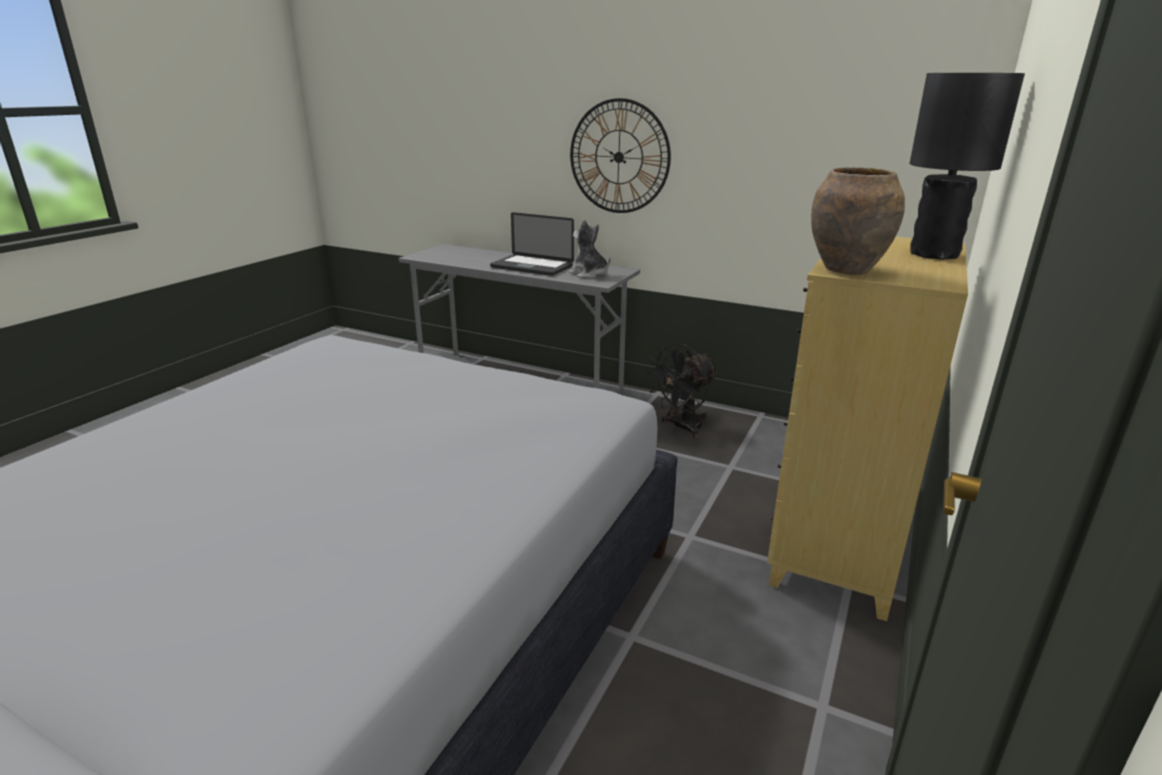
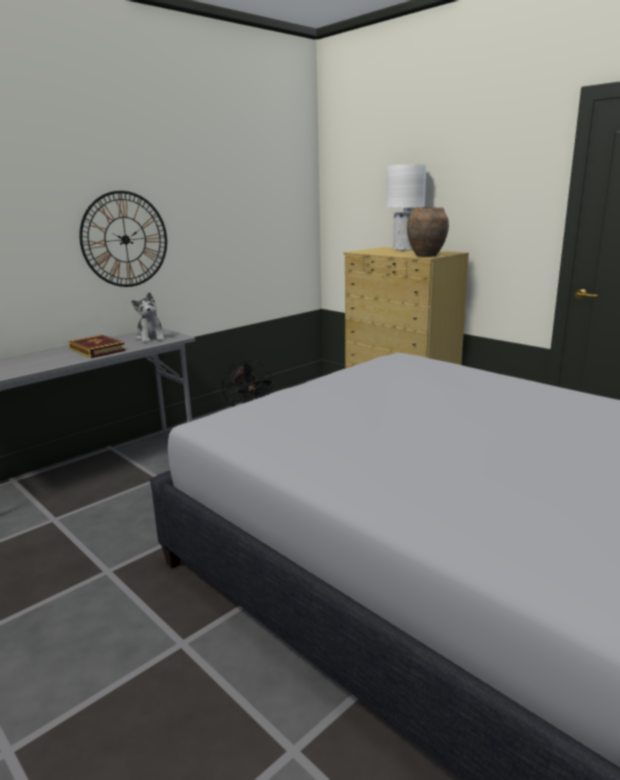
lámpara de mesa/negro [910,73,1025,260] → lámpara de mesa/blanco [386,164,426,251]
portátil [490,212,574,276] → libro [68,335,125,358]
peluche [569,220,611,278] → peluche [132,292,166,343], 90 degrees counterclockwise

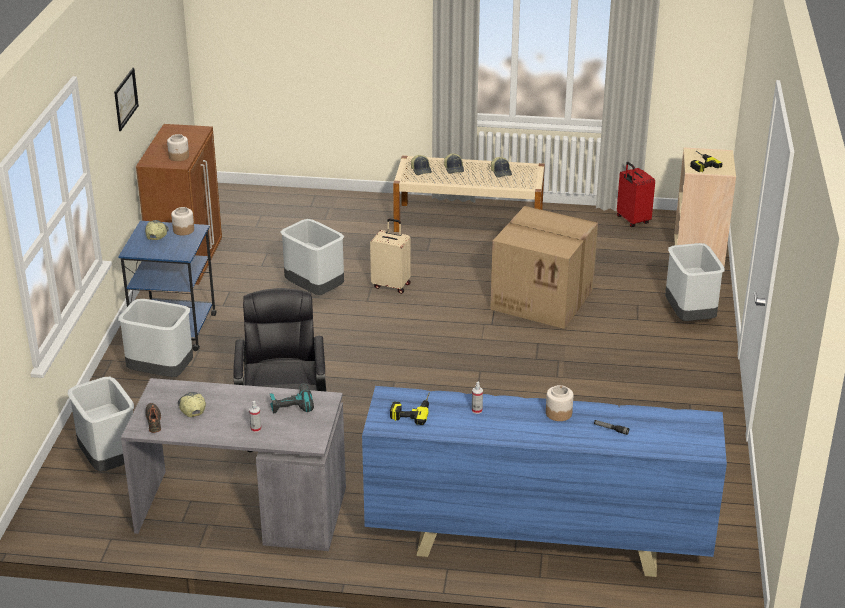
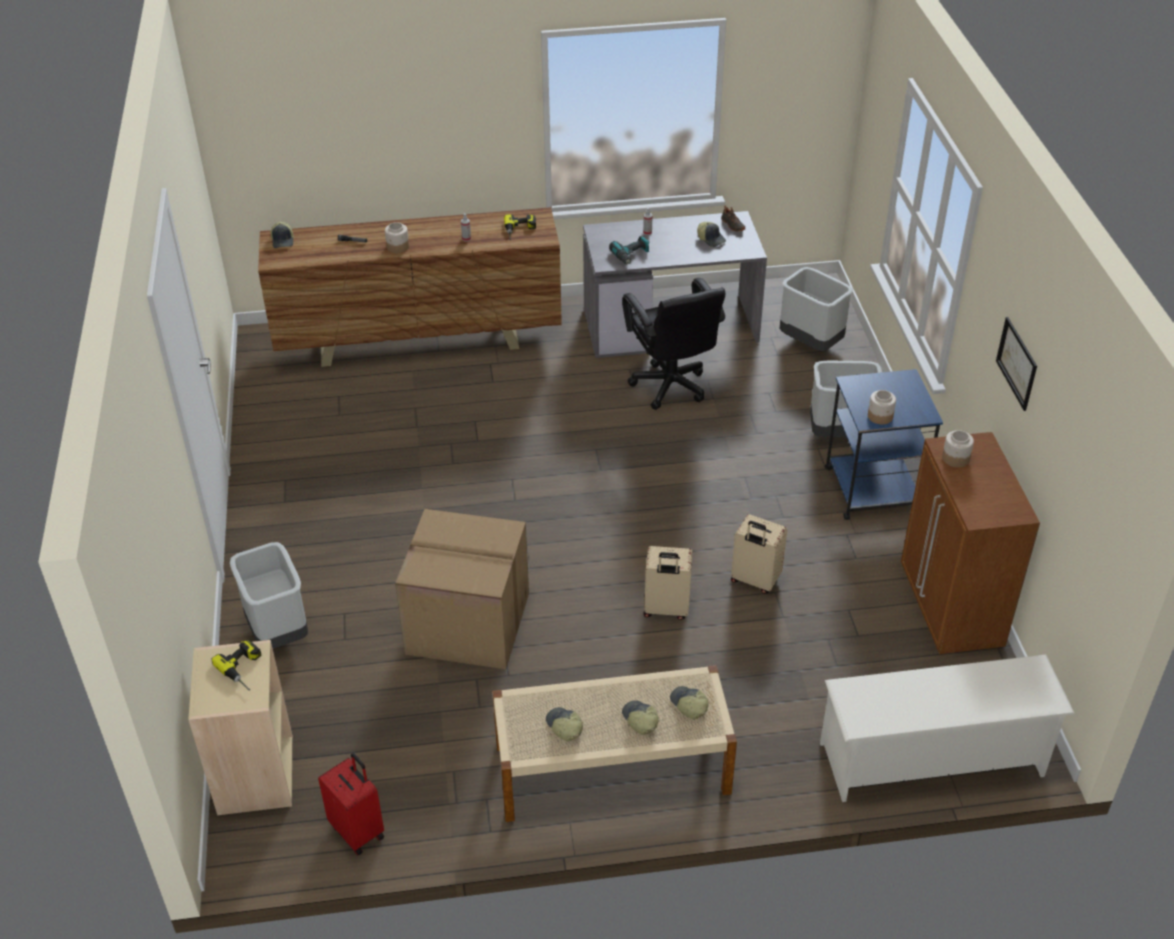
papelera/gris [281,219,344,295] → maleta/beis [731,514,787,594]
gorra [145,220,169,240] → gorra [271,222,294,248], move
armario/azul [362,386,727,577] → armario/marrón [258,207,562,367]
- → zapatero/blanco [820,654,1075,802]

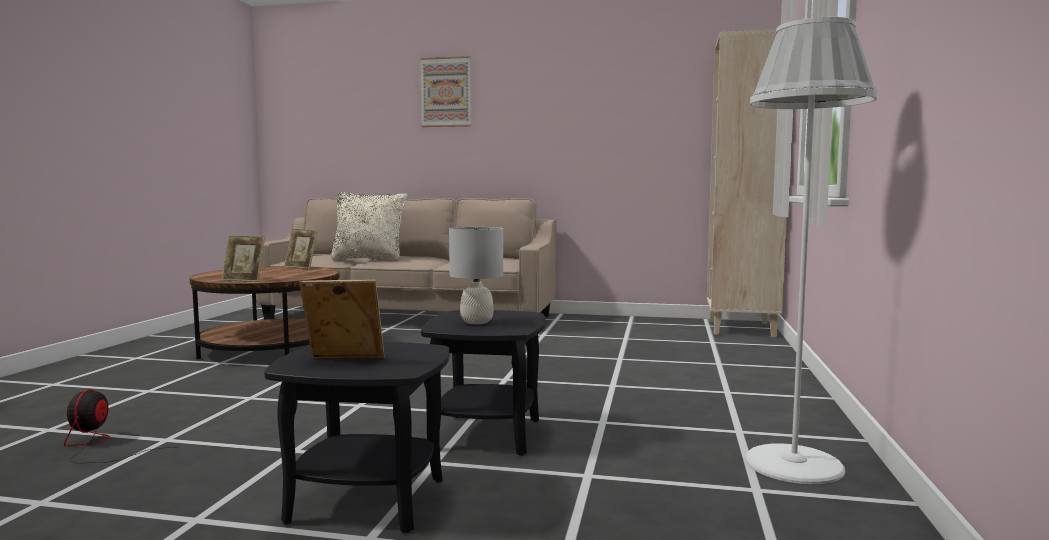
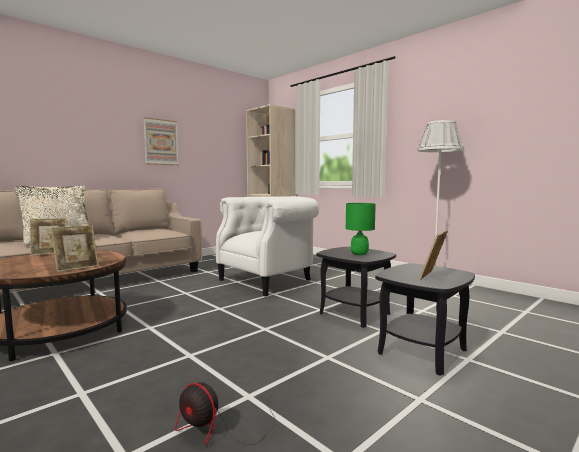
cuadro [420,56,471,127] → cuadro [143,117,179,165], move
lámpara de mesa/gris [449,227,503,324] → lámpara de mesa/verde [346,203,376,255]
- → sillón/blanco [216,196,319,297]

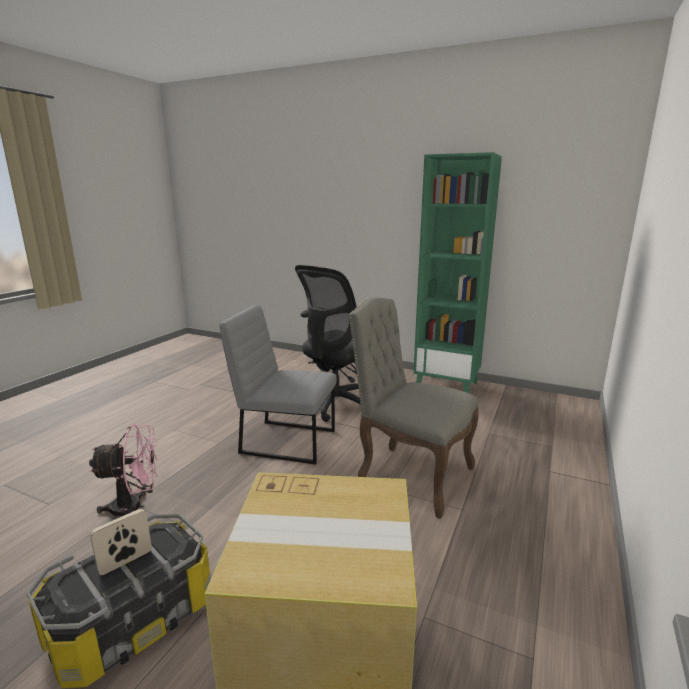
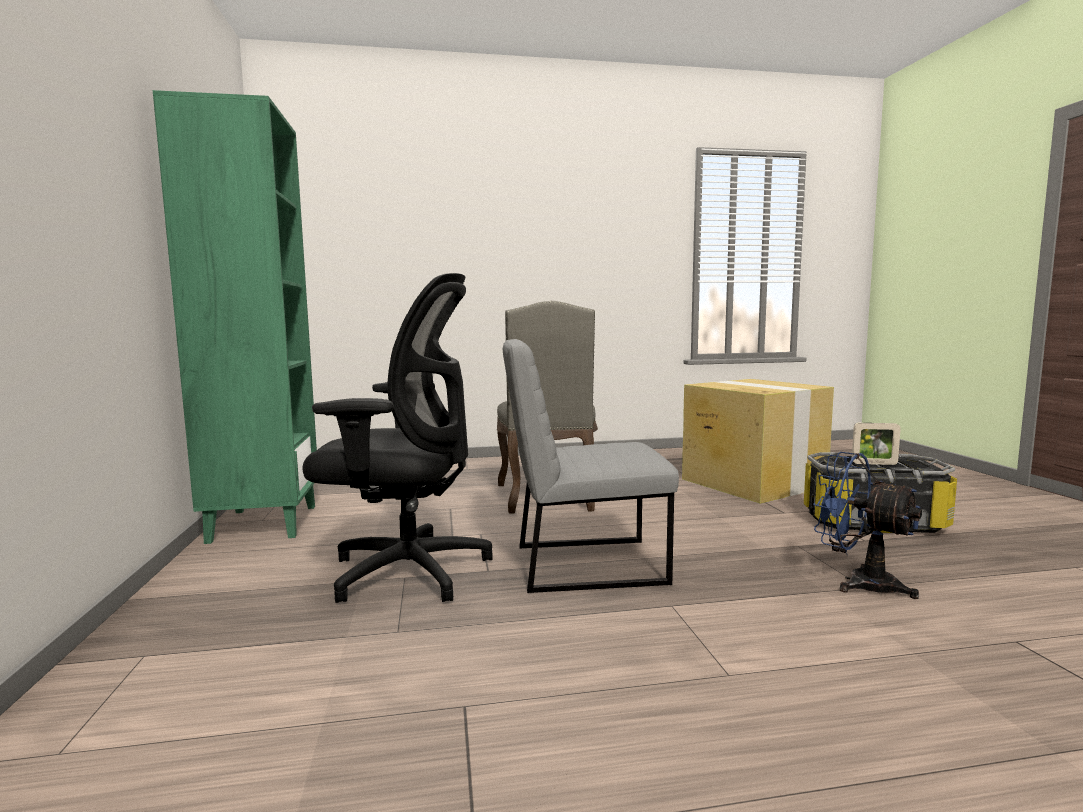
silla/gris [219,305,337,465] → silla/gris [503,339,679,593], 105 degrees clockwise
ventilador/rosa [89,424,159,516] → ventilador/azul [813,452,922,599]

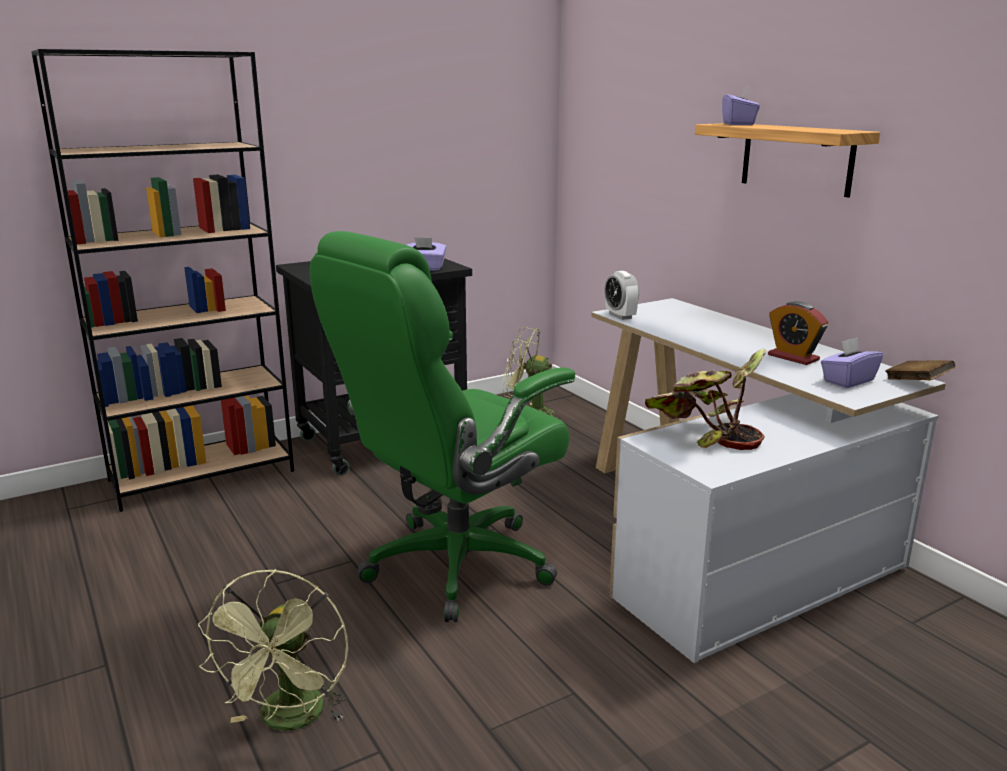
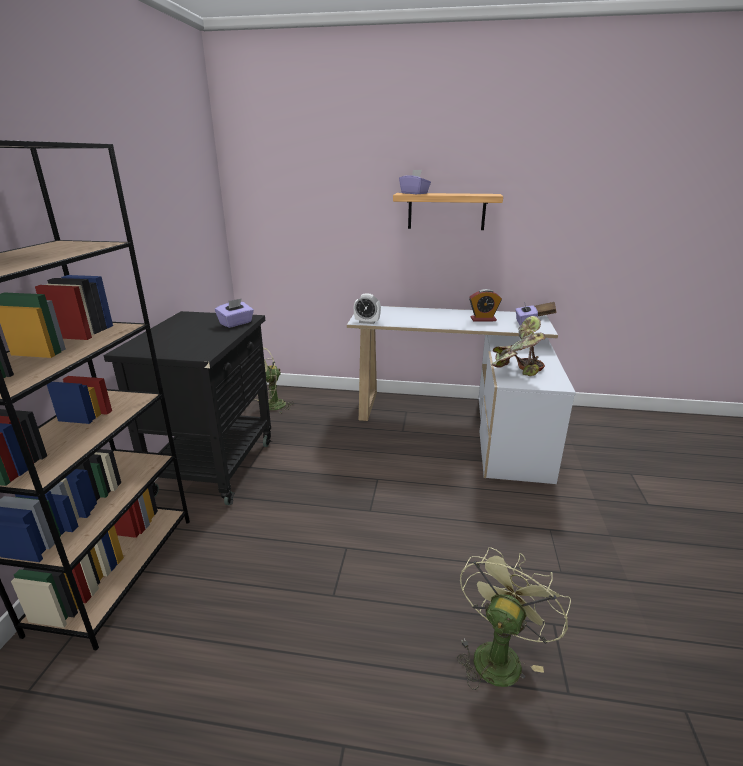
silla de oficina/verde [310,231,575,622] → -
ventilador/verde [198,569,348,731] → ventilador/verde [457,547,571,690], 105 degrees counterclockwise

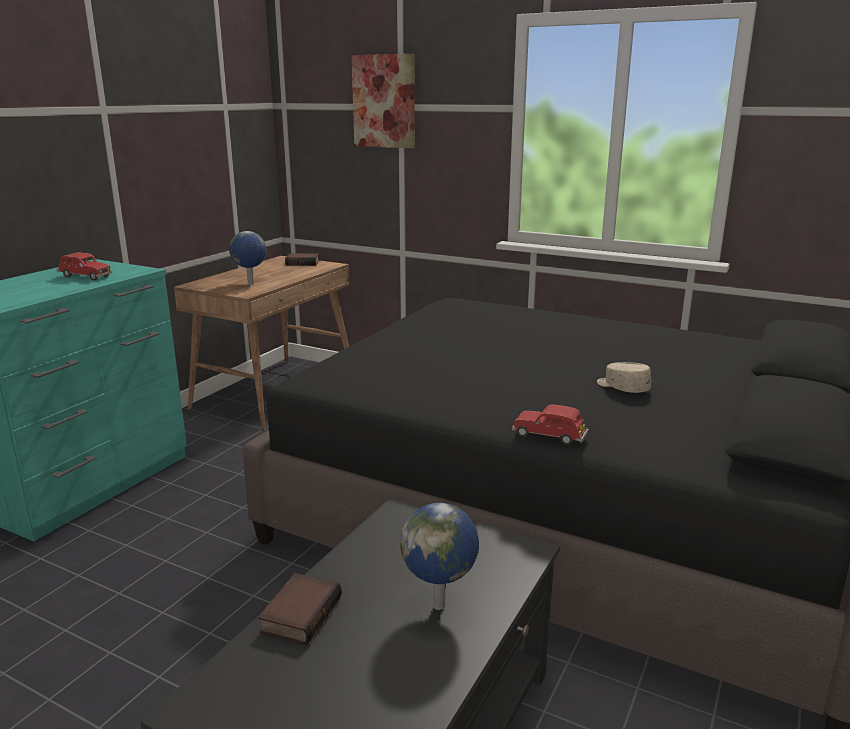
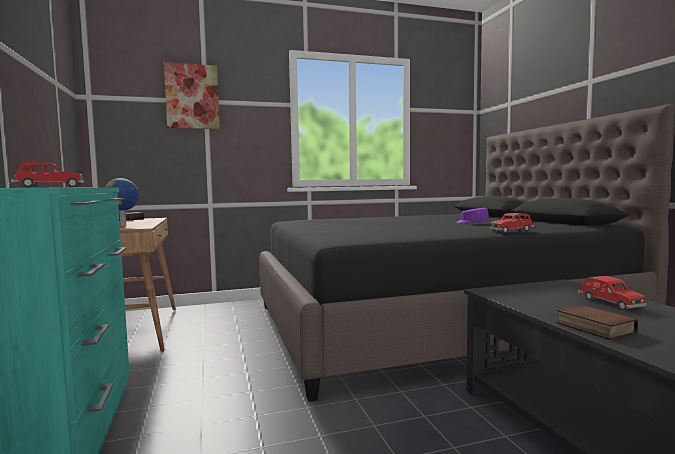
gorra/beis [597,362,651,393] → gorra/morado [455,208,489,224]
globo terráqueo [400,503,479,610] → coche de juguete/rojo [578,276,647,310]

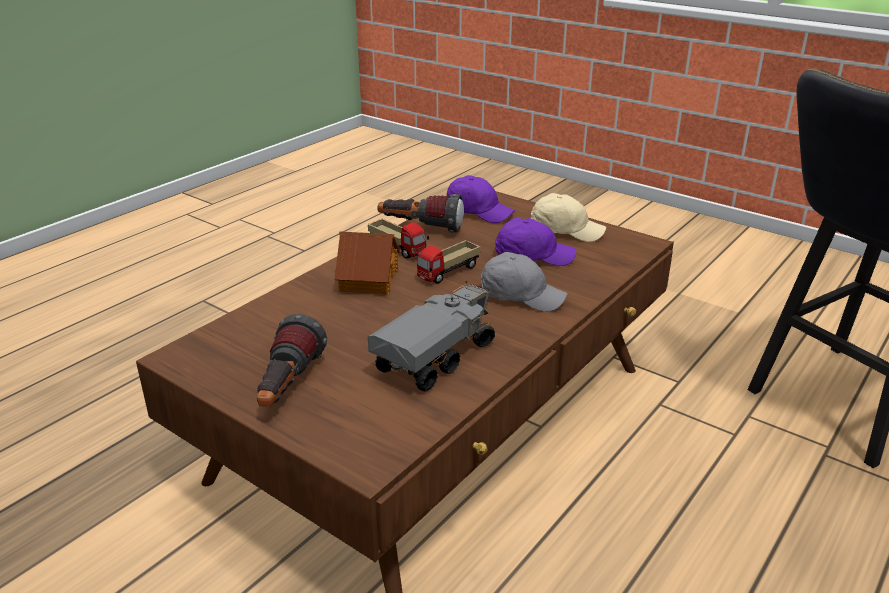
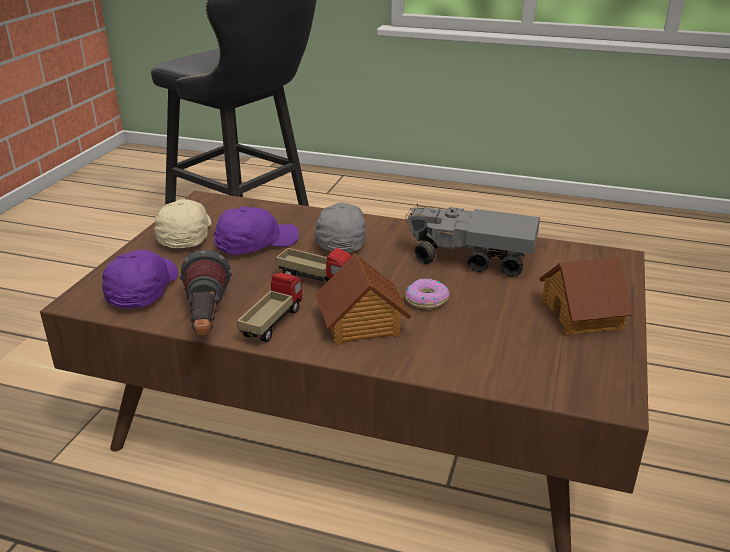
gorra/morado [495,218,576,266] → gorra/morado [214,206,299,255], 75 degrees clockwise
linterna [257,314,327,407] → casita [539,257,633,335]
- → rosquilla [405,279,450,309]

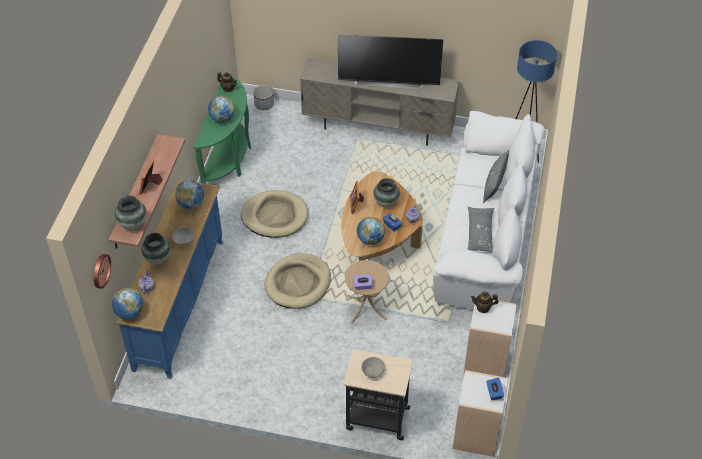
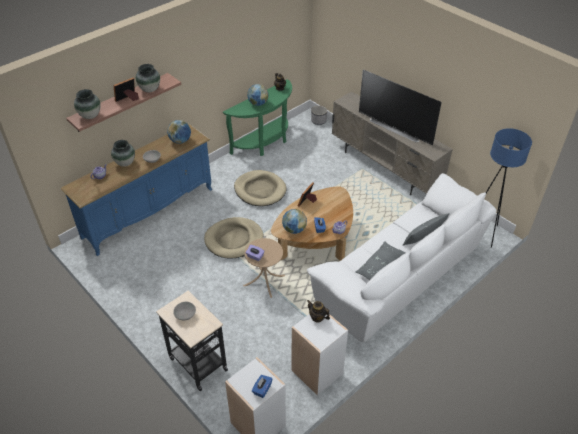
florero [373,178,400,208] → florero [136,64,160,92], move
reloj de pared [94,254,111,289] → -
globo terráqueo [111,288,144,320] → -

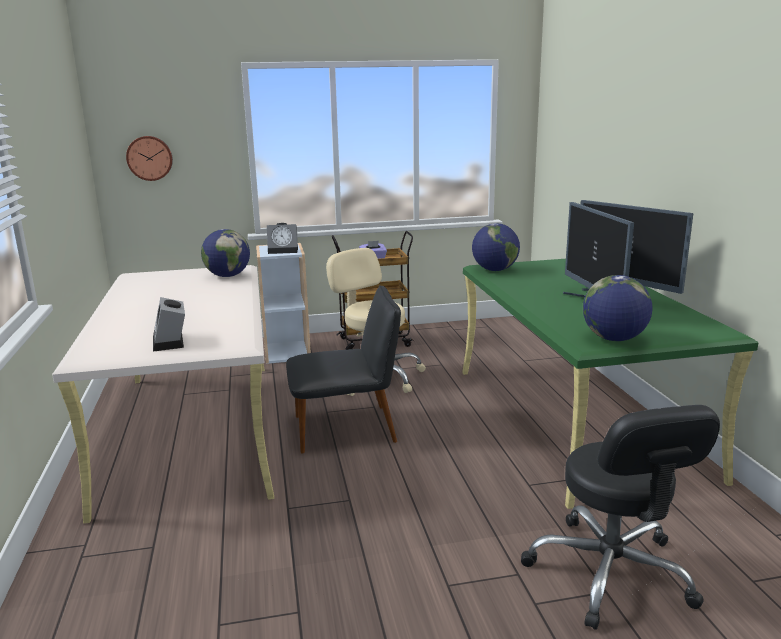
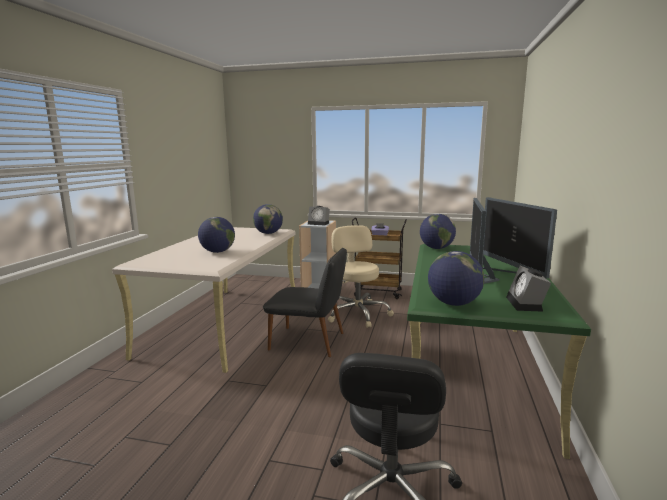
reloj de pared [126,136,173,181] → -
despertador [153,297,185,352] → despertador [506,266,551,312], move
- → globo terráqueo [198,217,235,253]

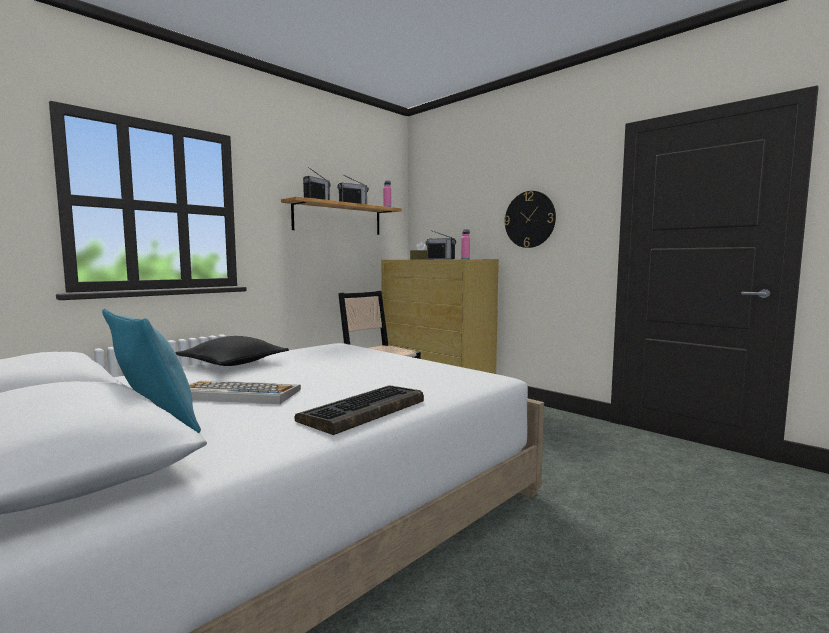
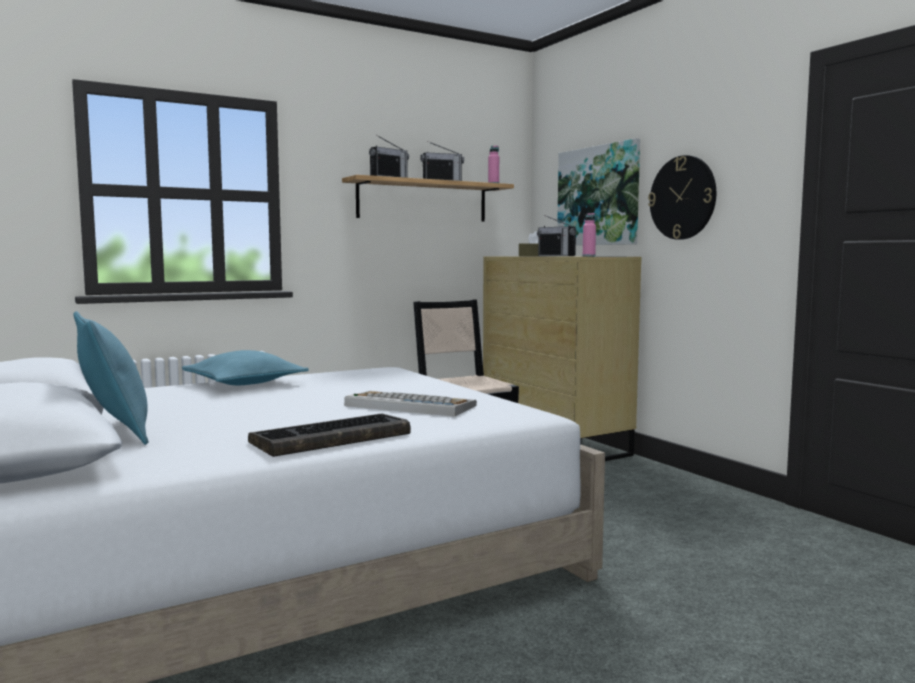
cojín/negro [176,336,289,366] → cojín/turquesa [182,350,309,385]
teclado [189,381,301,404] → teclado [344,391,477,417], move
- → cuadro [557,138,640,245]

